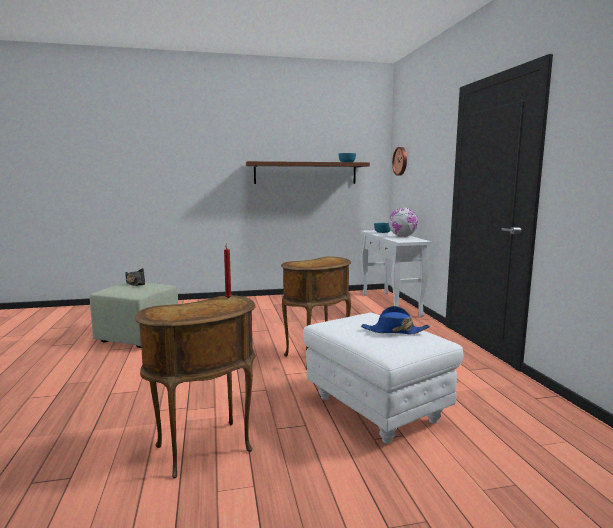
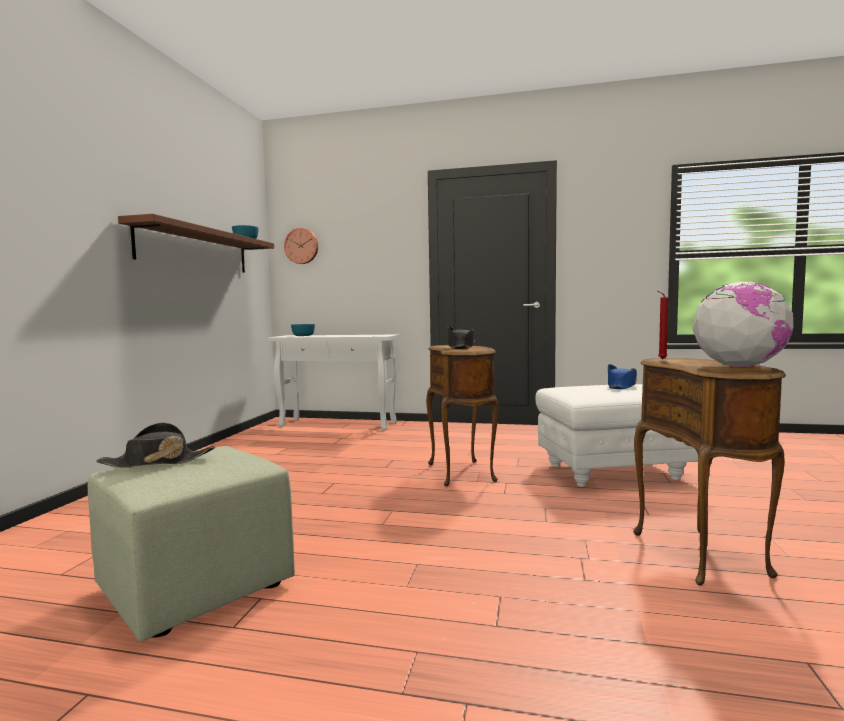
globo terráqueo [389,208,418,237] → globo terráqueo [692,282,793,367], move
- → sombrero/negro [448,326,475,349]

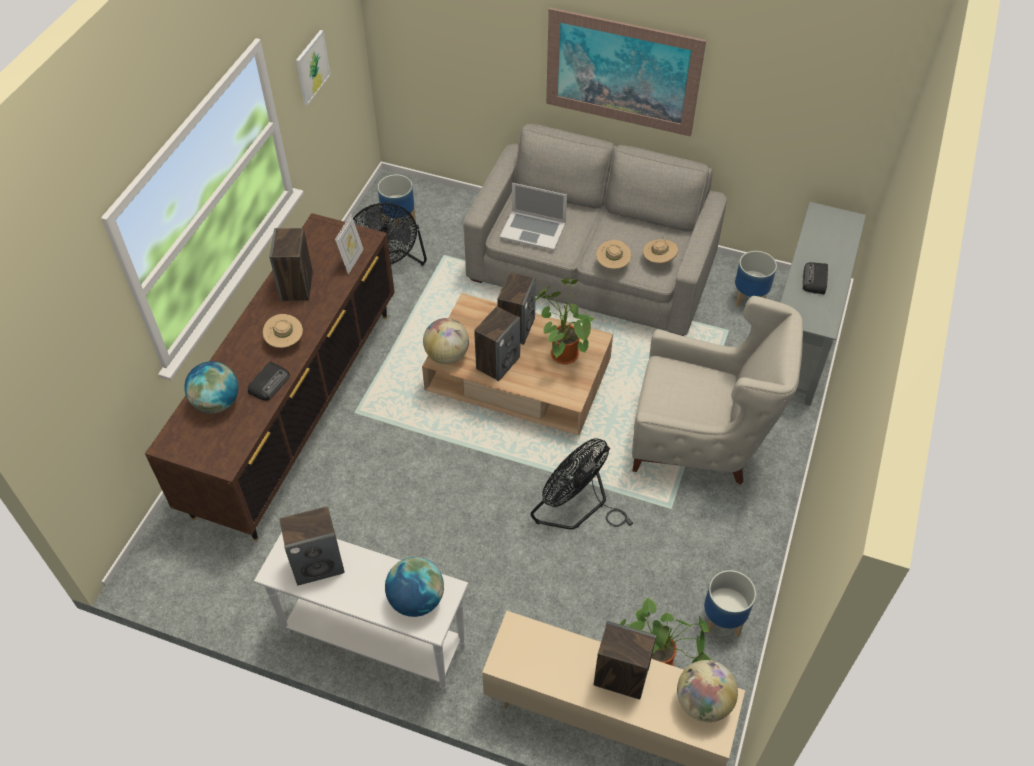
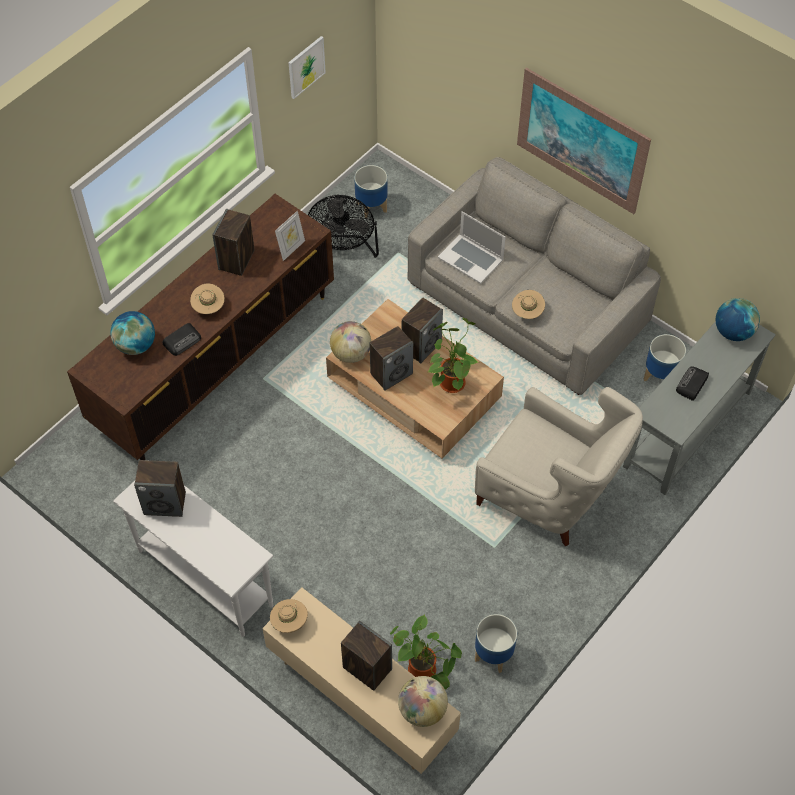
sombrero/beis [643,237,678,264] → sombrero/beis [270,599,308,633], move
ventilador/negro [531,438,633,530] → -
globo terráqueo [385,557,444,617] → globo terráqueo [716,298,760,341], move

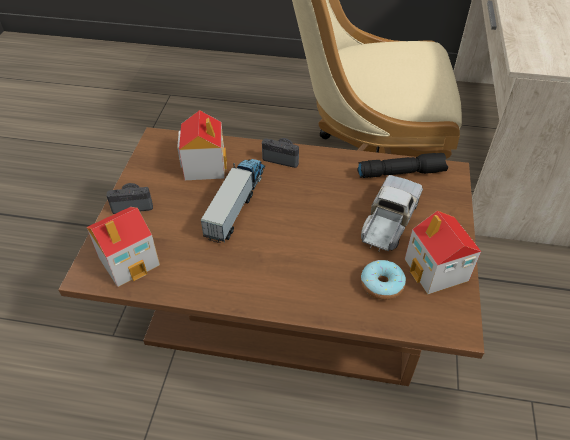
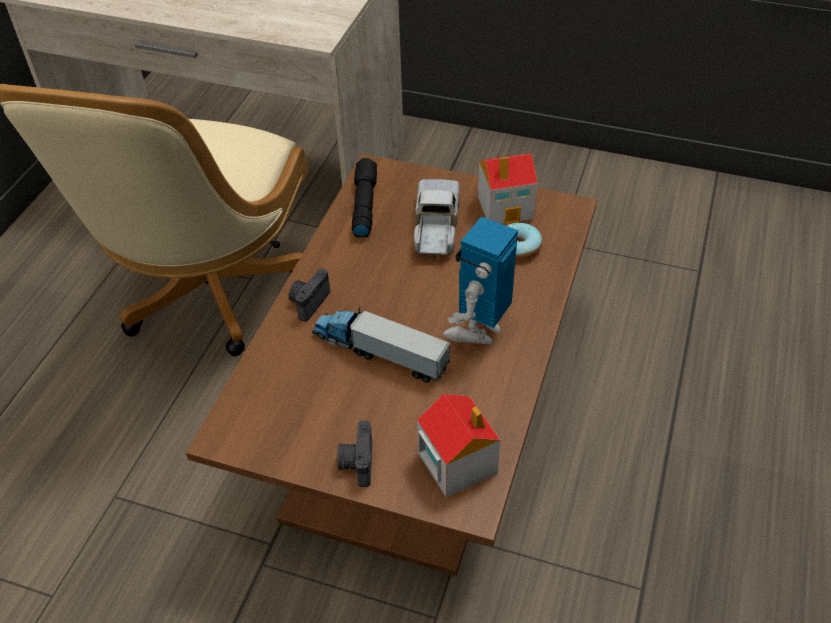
casita [177,110,227,180] → -
camión de juguete [361,175,423,252] → camión de juguete [414,179,460,259], 60 degrees clockwise
- → robot de juguete [443,216,518,344]

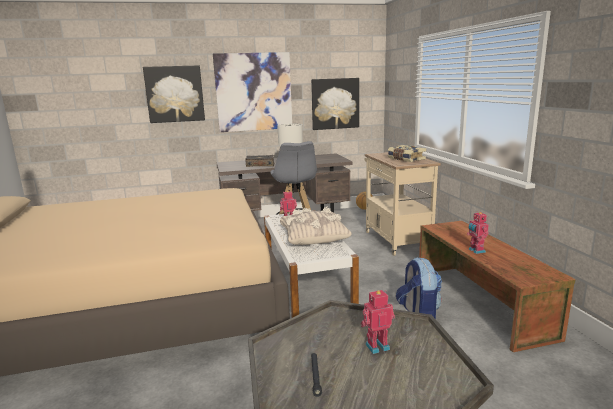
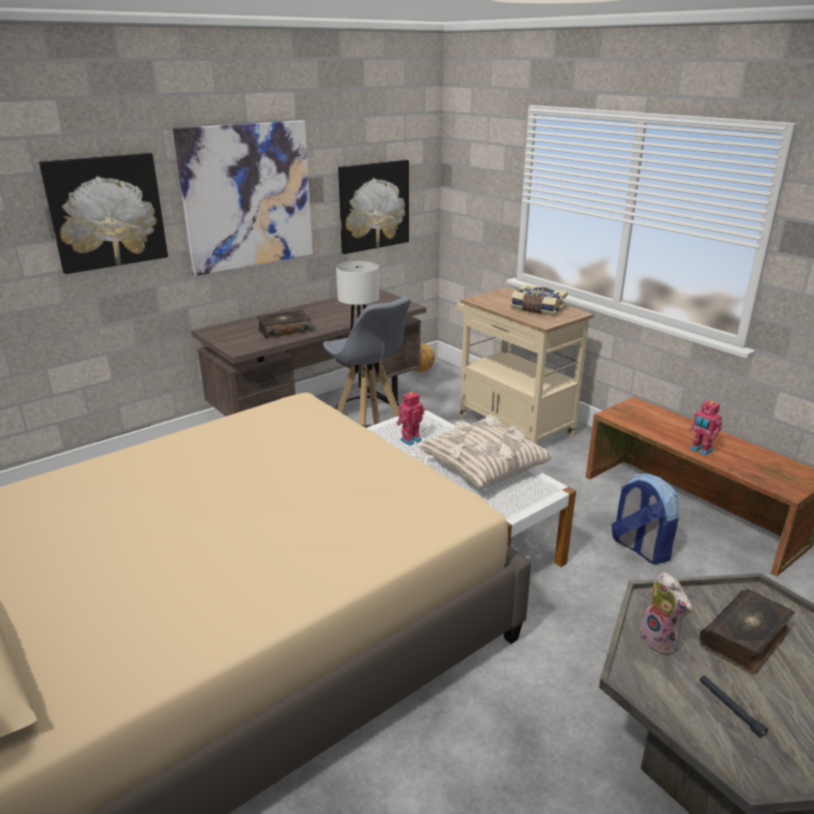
robot de juguete [361,290,395,354] → libro [699,589,795,674]
- → peluche [639,572,692,655]

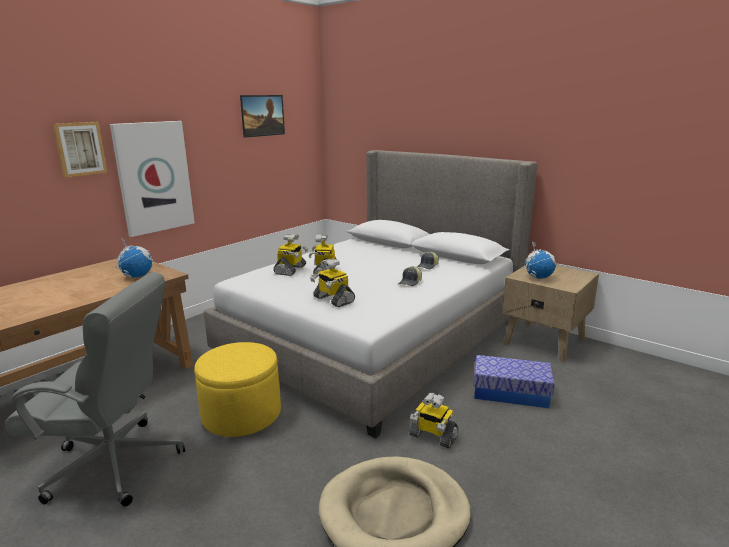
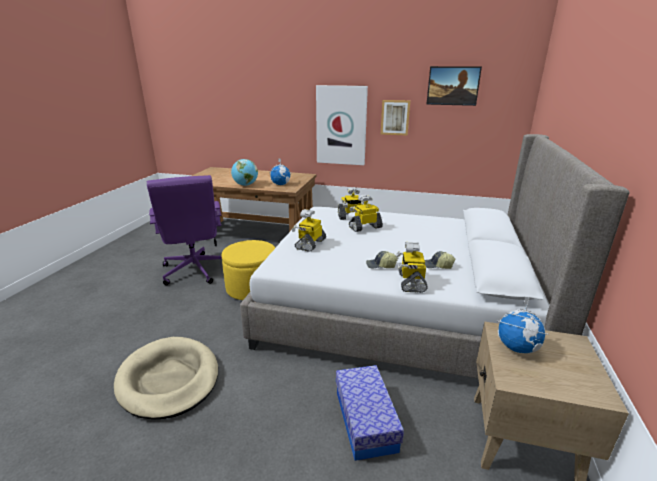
cuadro [53,122,108,177] → cuadro [381,100,410,136], move
silla de oficina/gris [5,272,185,506] → silla de oficina/morado [147,175,222,286]
robot de juguete [409,393,459,449] → robot de juguete [396,242,427,293], move
- → globo terráqueo [231,159,258,186]

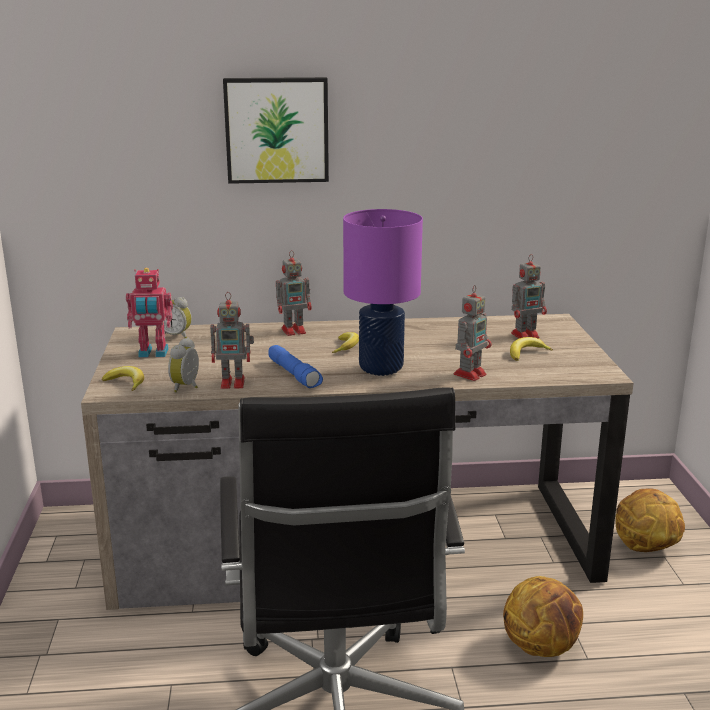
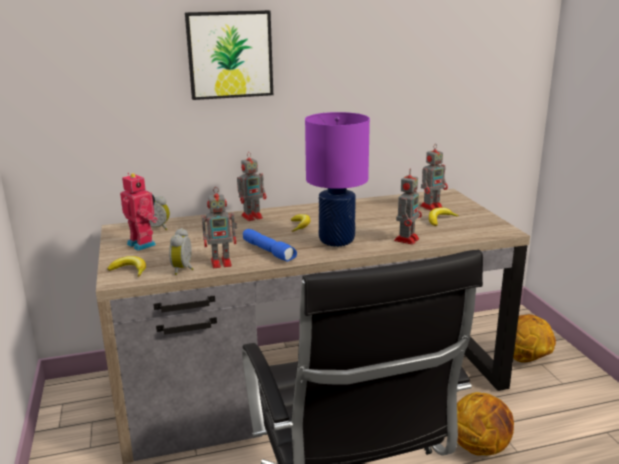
robot de juguete [126,268,173,358] → robot de juguete [120,173,158,251], 120 degrees counterclockwise

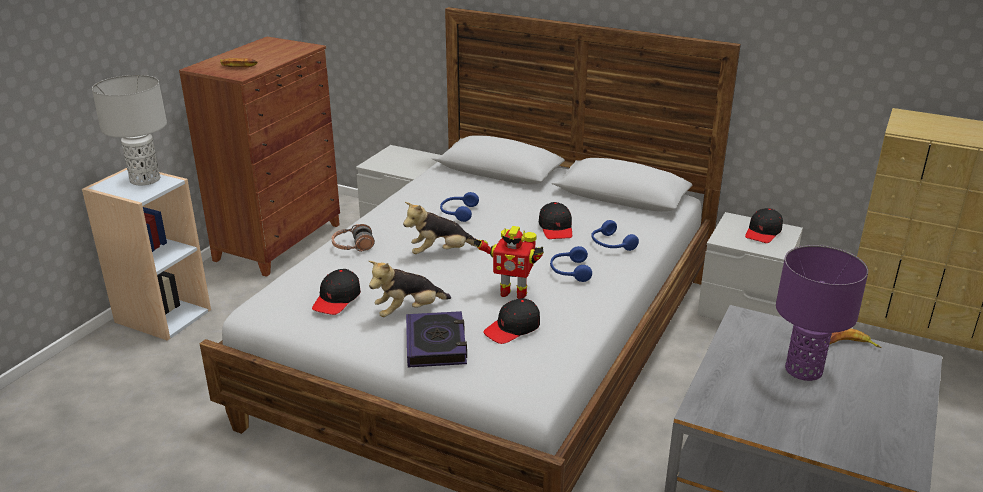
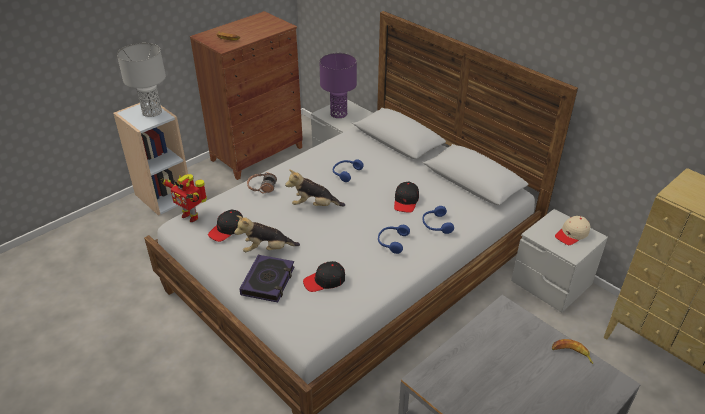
gorra/negro [745,208,783,243] → gorra/beis [555,216,590,245]
robot de juguete [472,226,544,299] → robot de juguete [160,174,207,222], move
lámpara de mesa/morado [776,245,868,381] → lámpara de mesa/morado [320,53,357,118], move

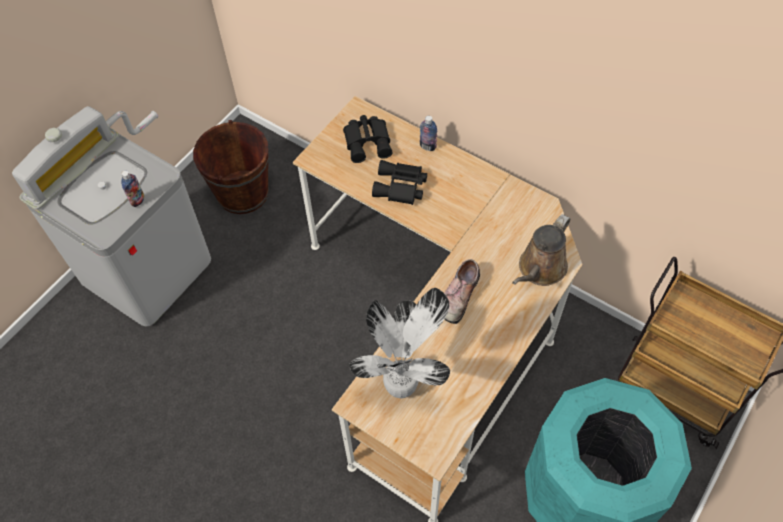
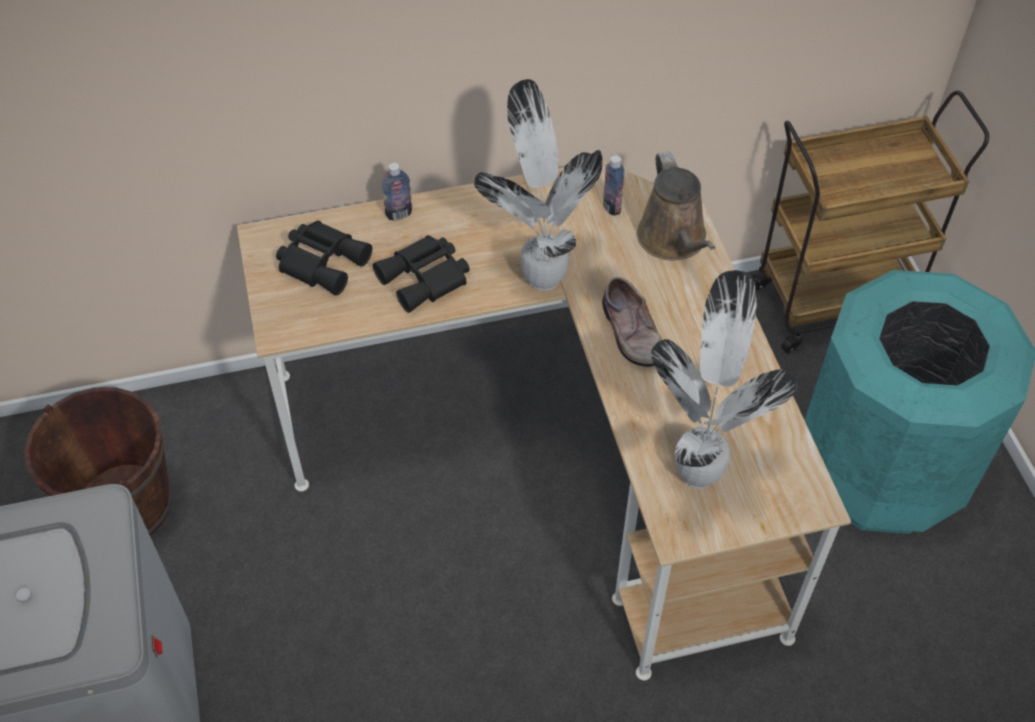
botella [121,170,144,207] → botella [603,155,624,216], move
- → planta en maceta [474,79,603,291]

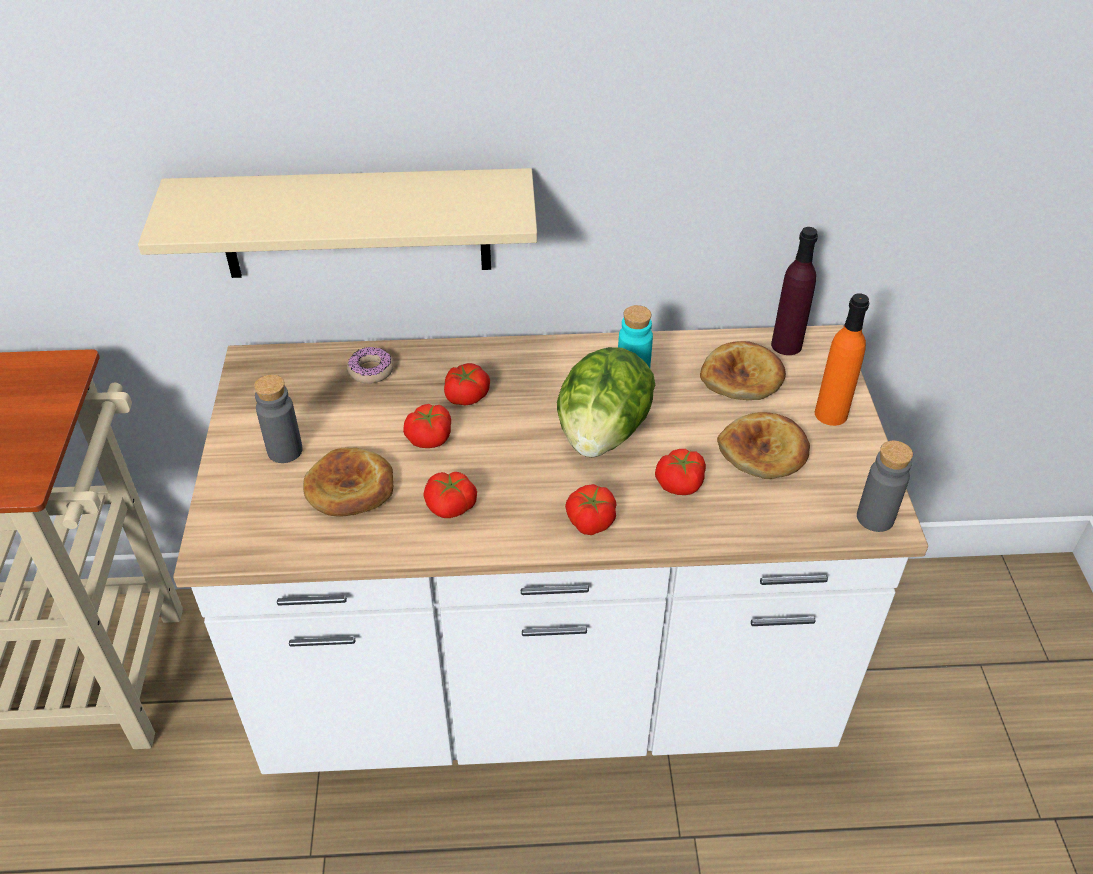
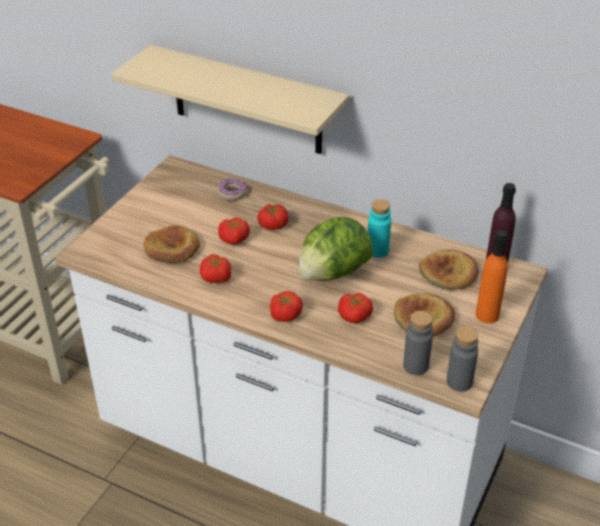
botella/gris [254,375,303,463] → botella/gris [403,311,433,375], move

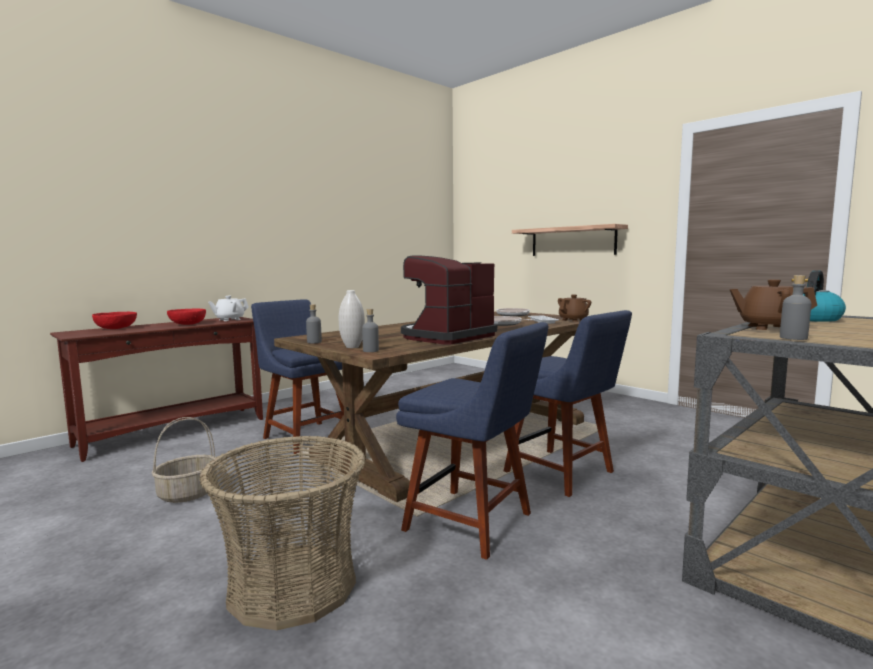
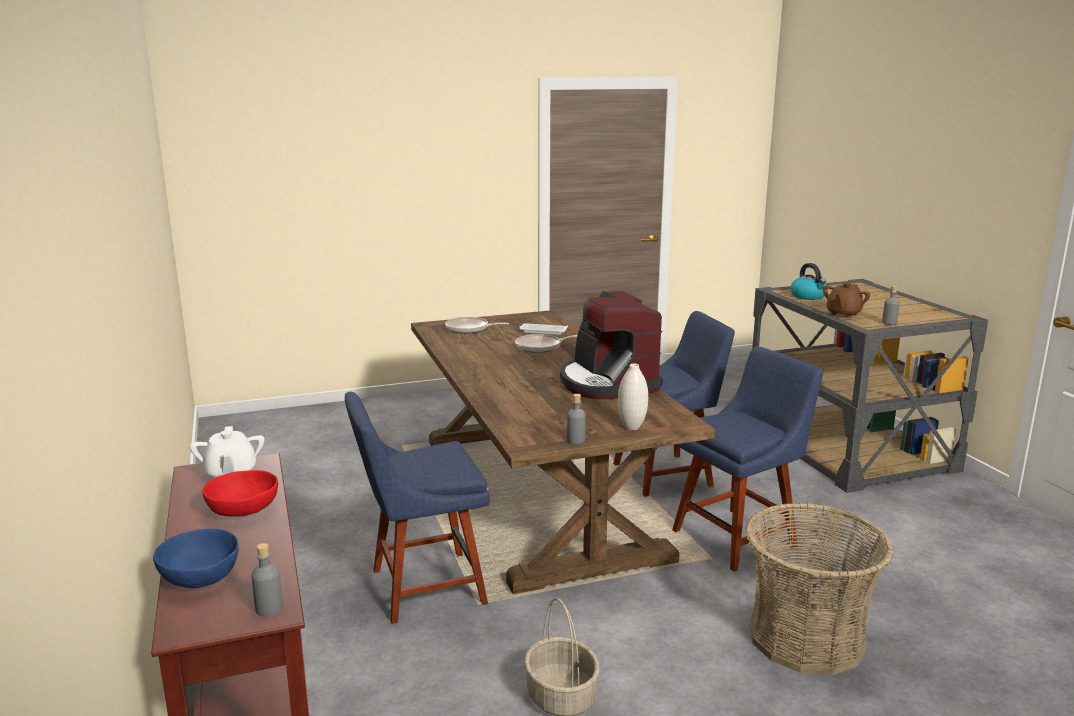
estante [512,224,628,256] → -
tetera/marrón [558,295,591,322] → -
botella/gris [362,309,379,352] → botella/gris [251,543,283,616], move
cuenco/rojo [92,312,137,329] → cuenco/azul [153,529,239,588]

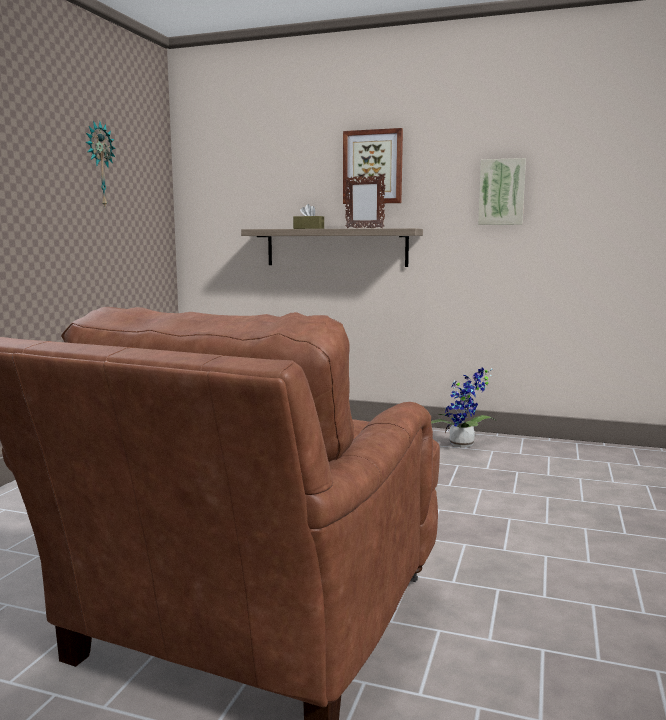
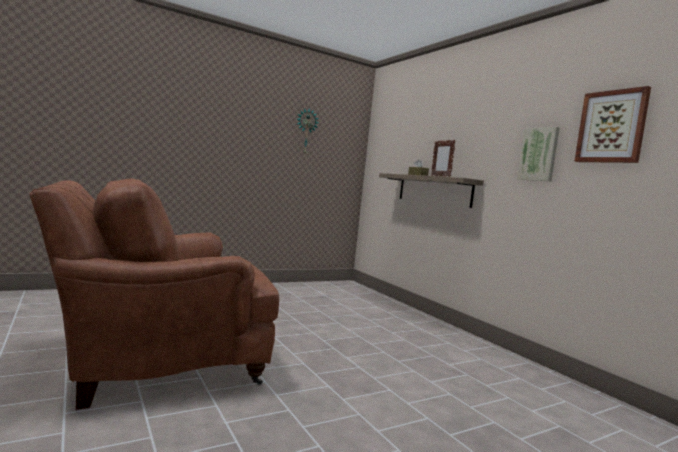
cuadro [343,128,403,204] → cuadro [575,86,651,163], move
planta en maceta [431,368,497,447] → -

